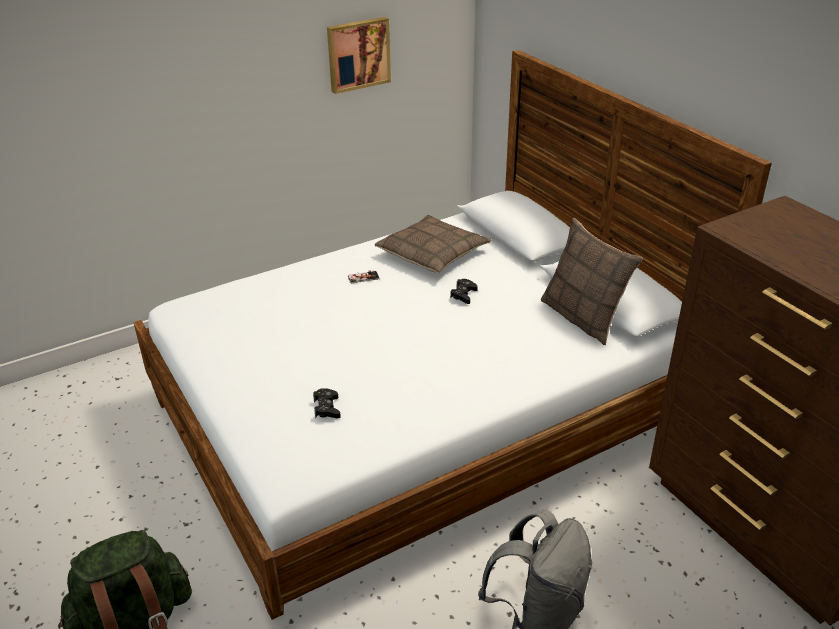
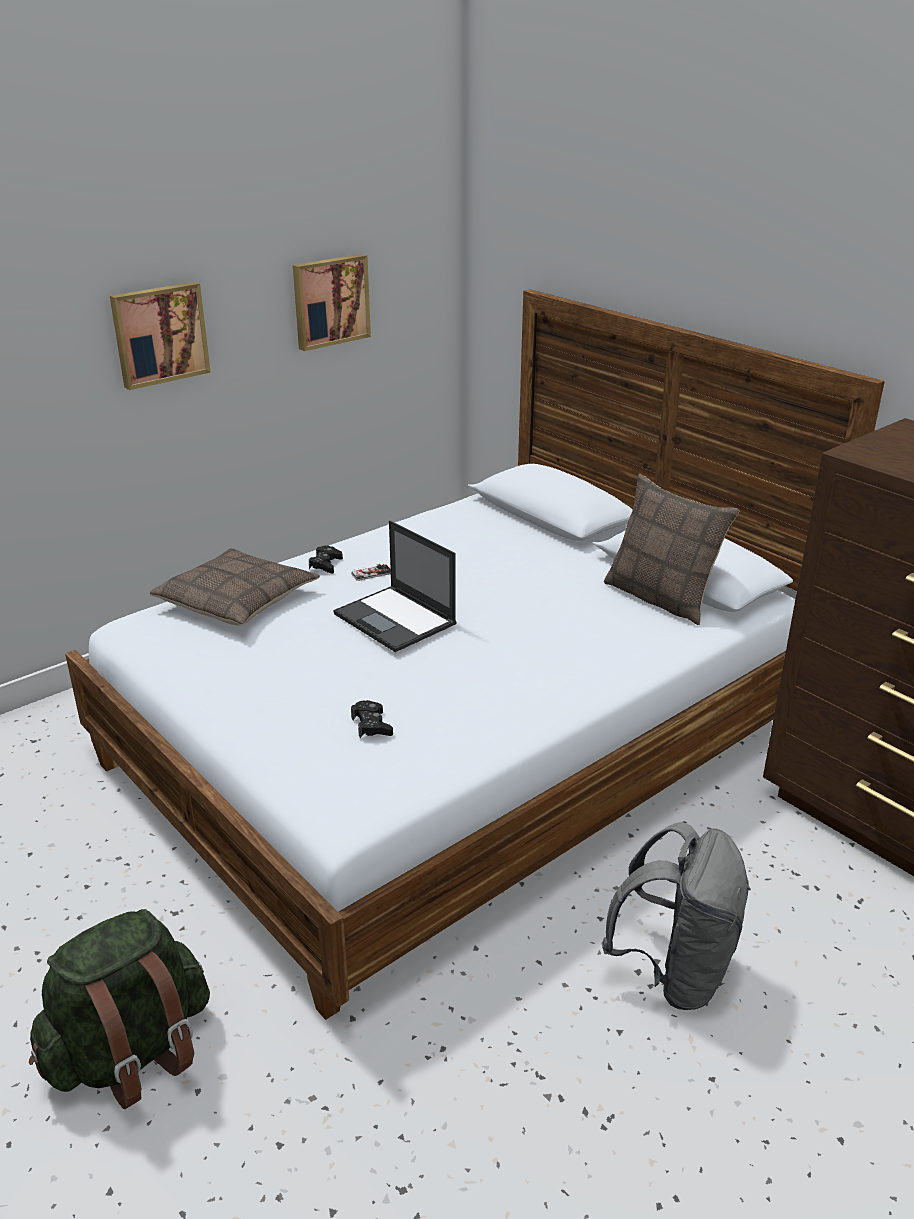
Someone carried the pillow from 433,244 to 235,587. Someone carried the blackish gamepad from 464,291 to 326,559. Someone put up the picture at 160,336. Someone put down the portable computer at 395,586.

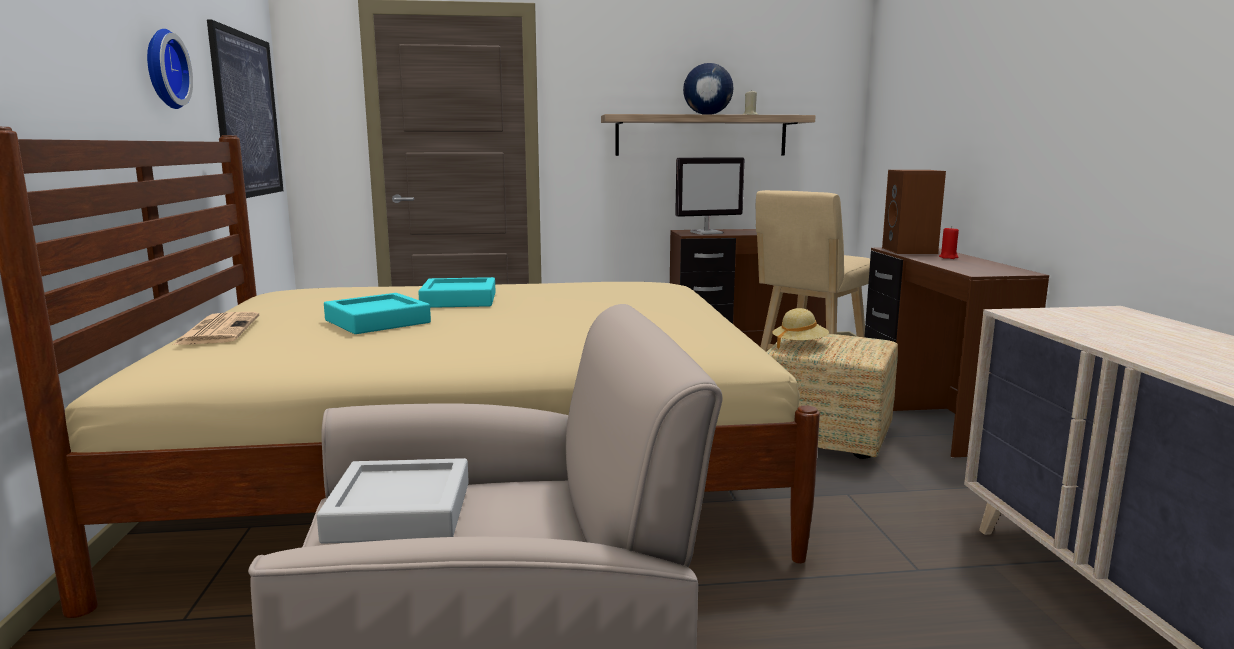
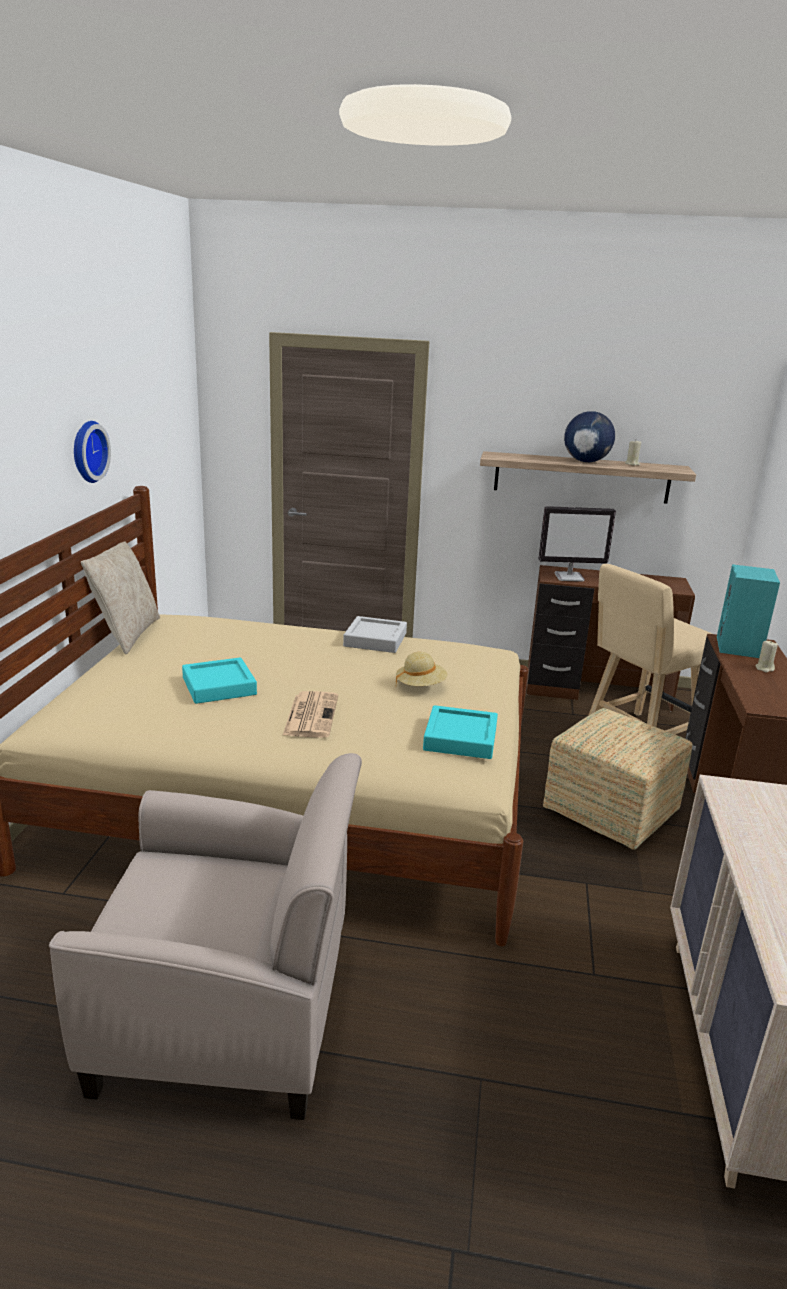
Someone carried the printed paper from 216,328 to 310,714. Someone took away the picture at 245,108. Someone carried the gray carrying tray from 393,501 to 375,634. Someone carried the turquoise carrying tray from 457,292 to 460,732. Someone carried the beige-coloured wearable hat from 800,328 to 421,669. Someone repainted the brown audio speaker at 914,212, which became the turquoise audio speaker at 748,611. Someone repainted the reddish wax light at 949,242, which became the beige-coloured wax light at 766,656. Someone put down the beige-coloured pillow at 120,598.

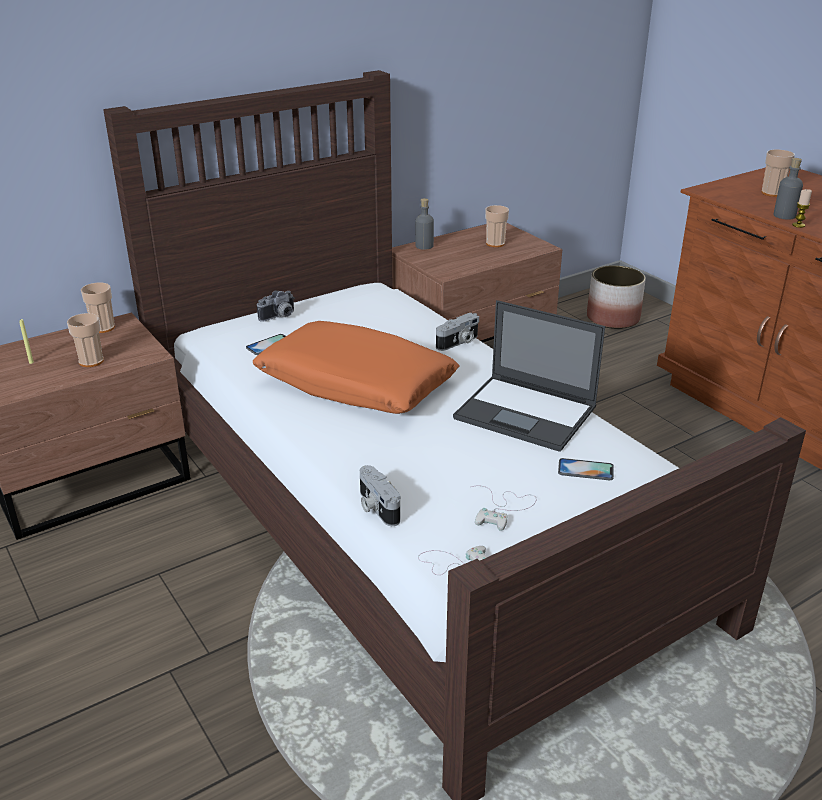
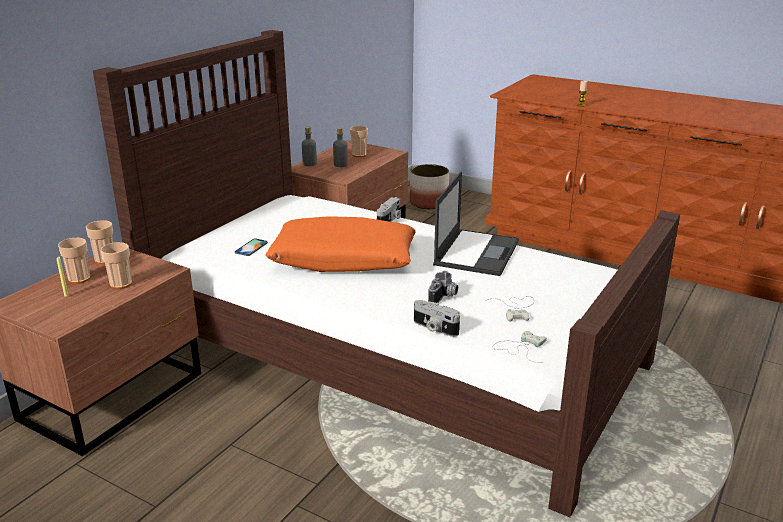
Someone carried the photo camera from 276,306 to 443,287. Someone rotated the portable computer at 529,376 by 75 degrees counterclockwise. Someone took away the handset at 586,469. Someone carried the cup from 778,173 to 74,261. Someone carried the gray drink bottle from 788,189 to 340,147.

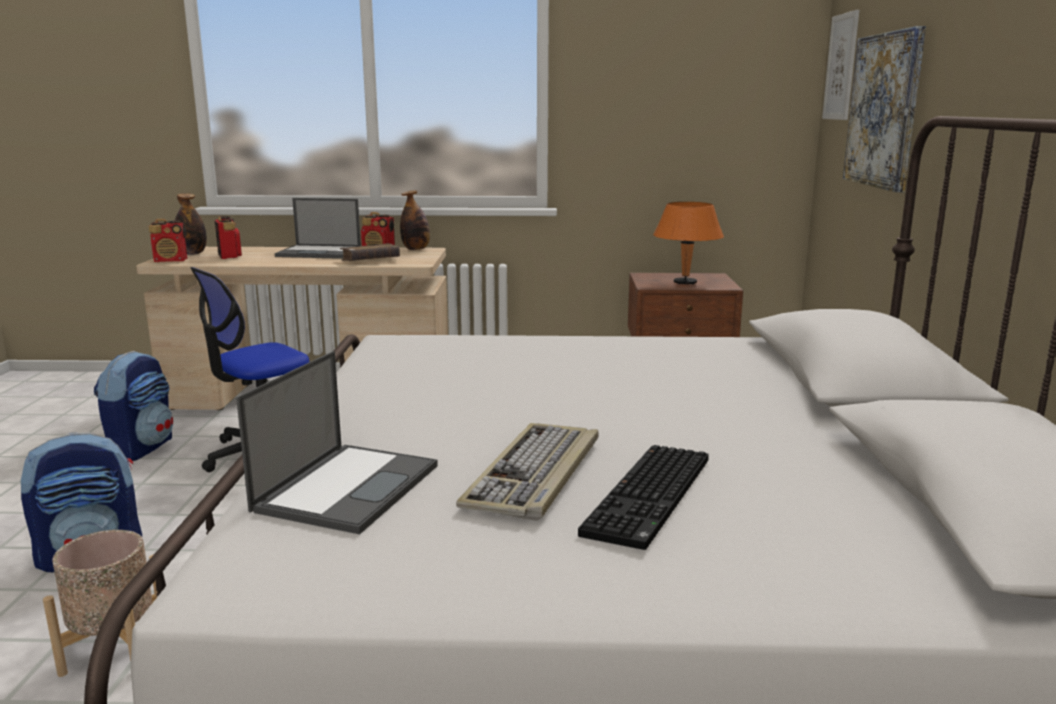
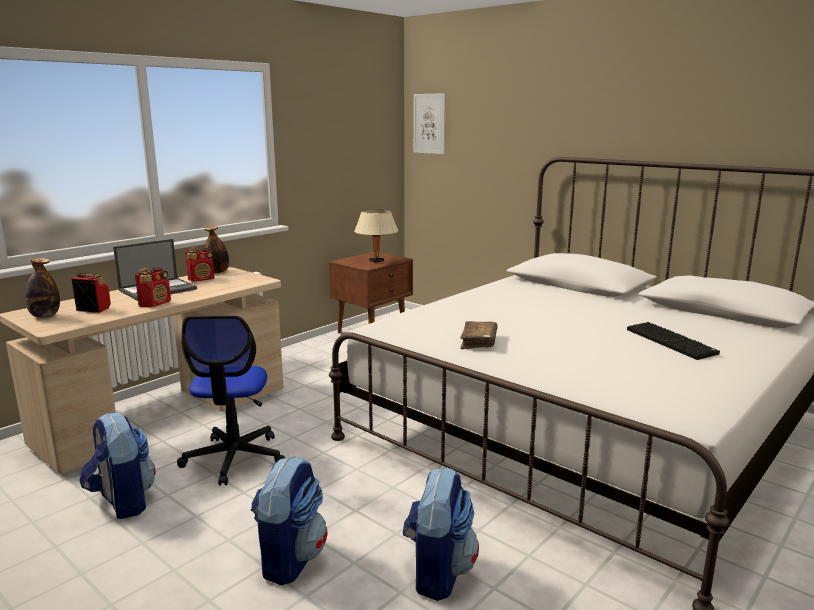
Someone swapped the beige-coloured flower pot at 100,603 for the knapsack at 441,534. Someone carried the radio receiver from 168,240 to 153,287. Someone took away the portable computer at 337,442. Someone carried the brown book from 370,252 to 479,335. Someone took away the keyboard at 527,472. Someone repainted the orange tabletop lamp at 688,243, which became the beige-coloured tabletop lamp at 376,235. Someone took away the picture at 884,109.

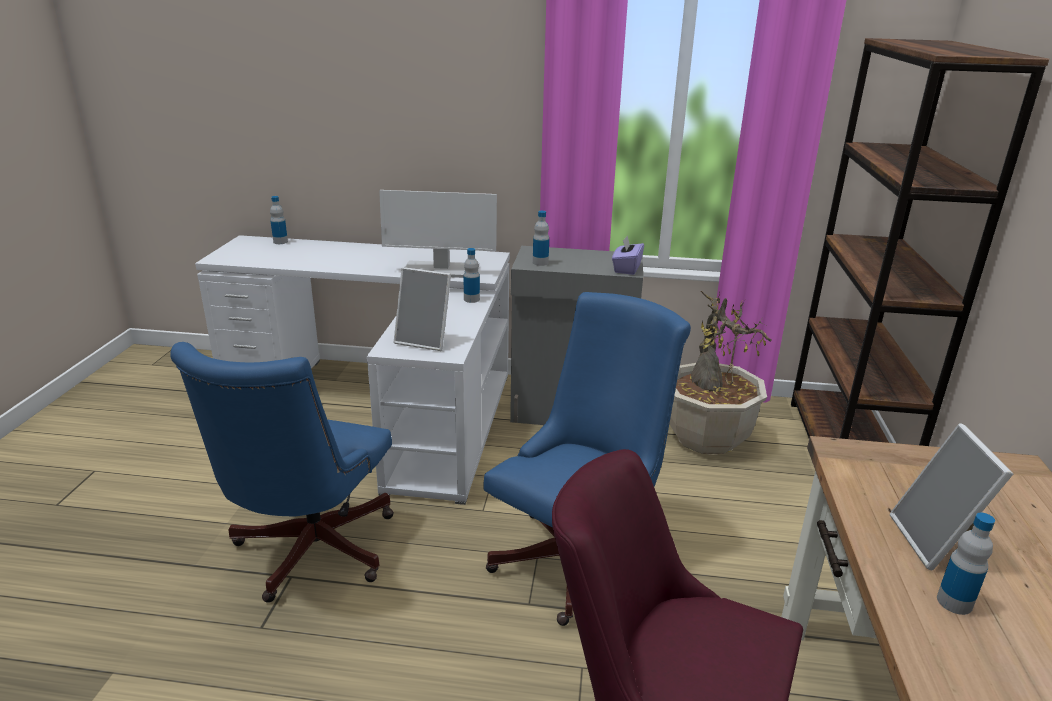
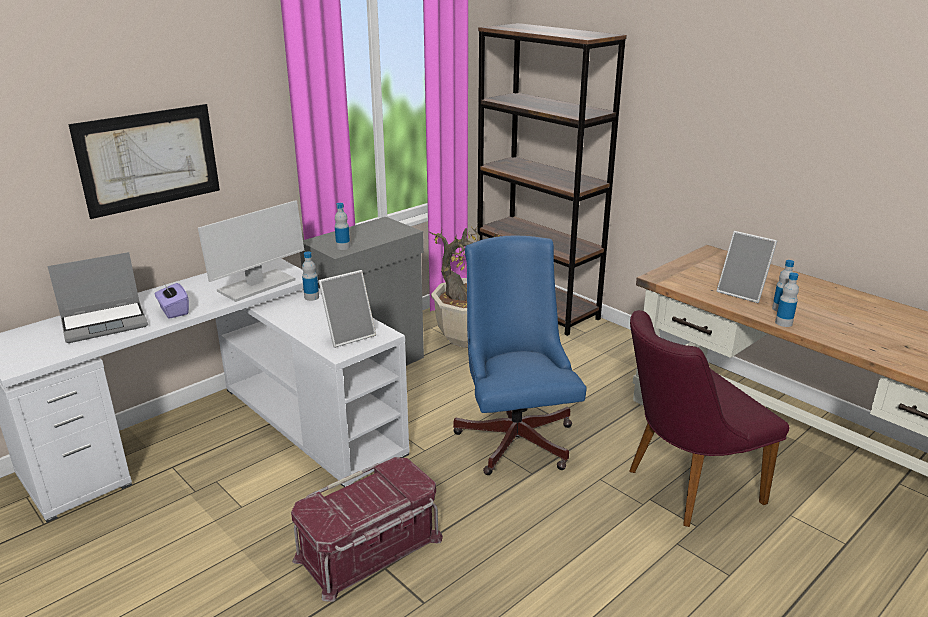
Someone swapped the bluish desk chair at 282,472 for the reddish storage bin at 367,529. Someone carried the drink bottle from 279,220 to 787,299. Someone carried the purple tissue box from 628,255 to 171,301. Someone put down the portable computer at 97,297. Someone put up the picture at 144,161.

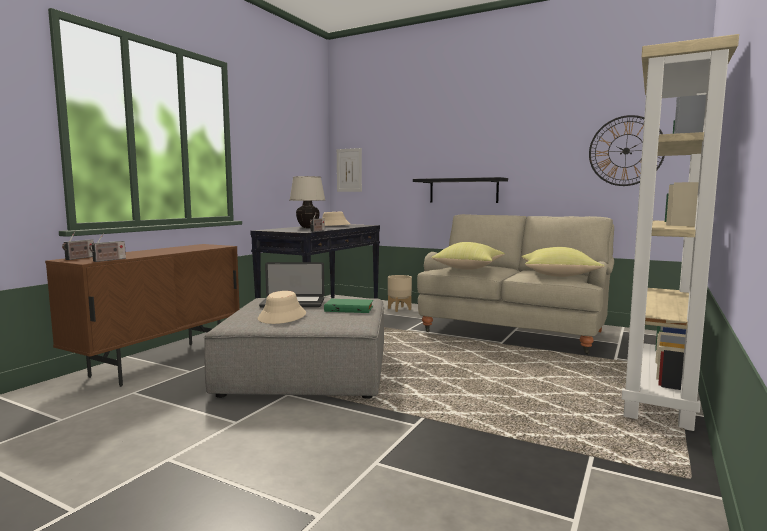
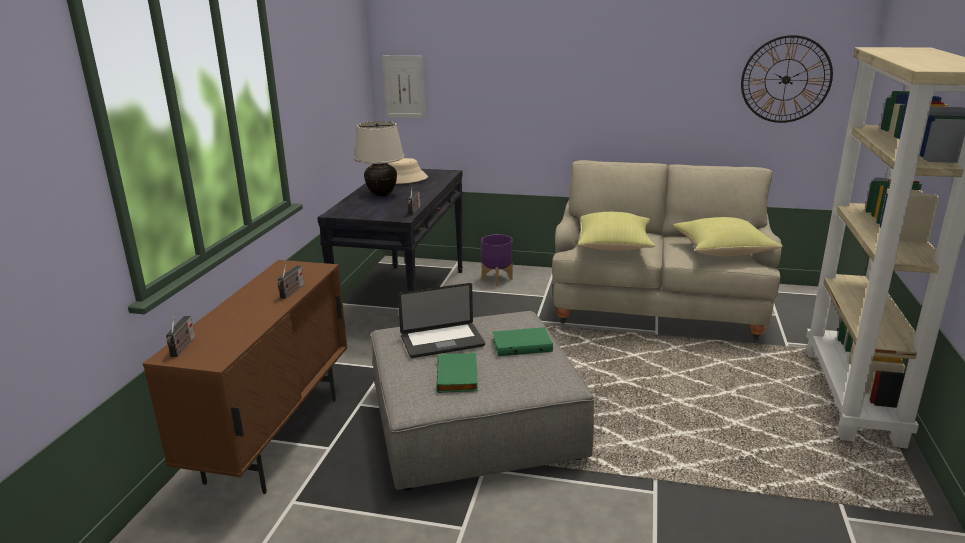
Someone carried the radio receiver from 107,247 to 291,281. Someone swapped the beige-coloured wearable hat at 282,307 for the greenish book at 457,373. Someone repainted the beige-coloured flower pot at 400,293, which became the purple flower pot at 497,260. Someone took away the blackish shelf at 460,190.

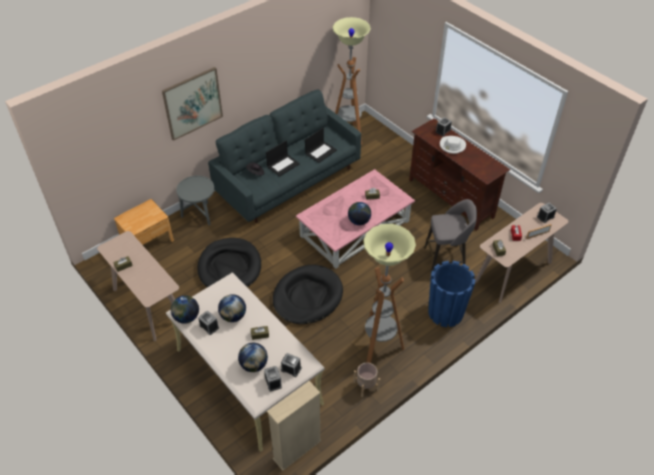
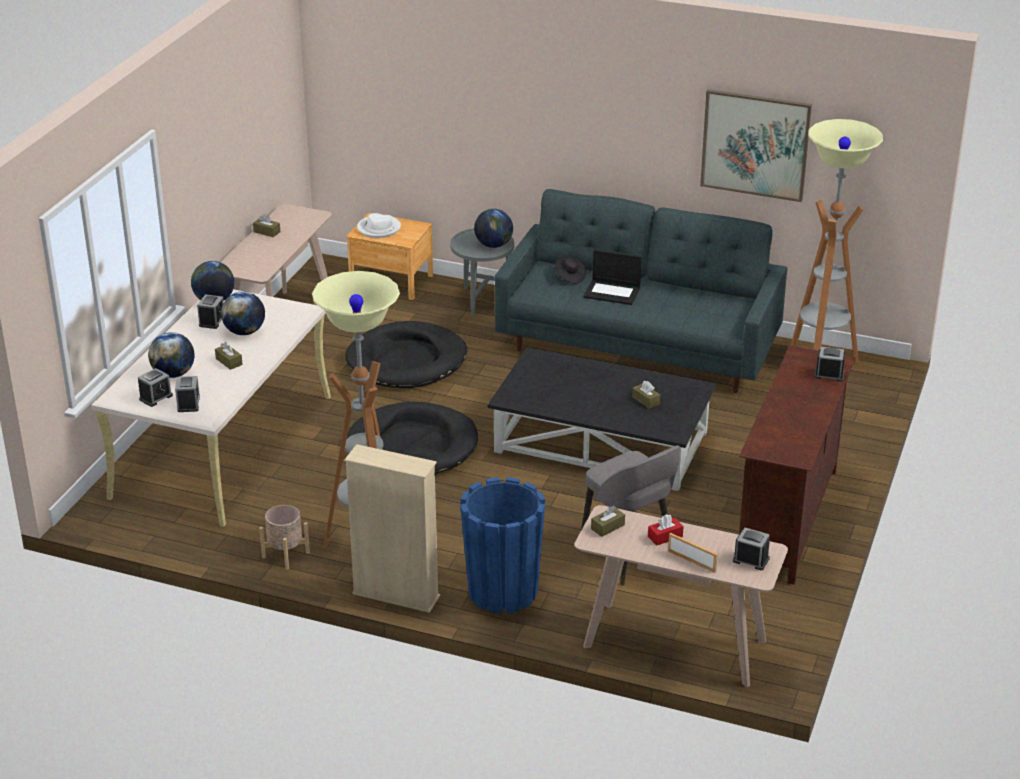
Someone carried the picture from 192,104 to 756,145. Someone carried the beige-coloured bookcase from 294,426 to 392,528. Someone repainted the pink lounge table at 355,219, which became the blackish lounge table at 602,419. Someone took away the portable computer at 321,145. Someone carried the desk globe from 359,213 to 493,228. Someone carried the white-coloured wearable hat from 453,145 to 379,225.

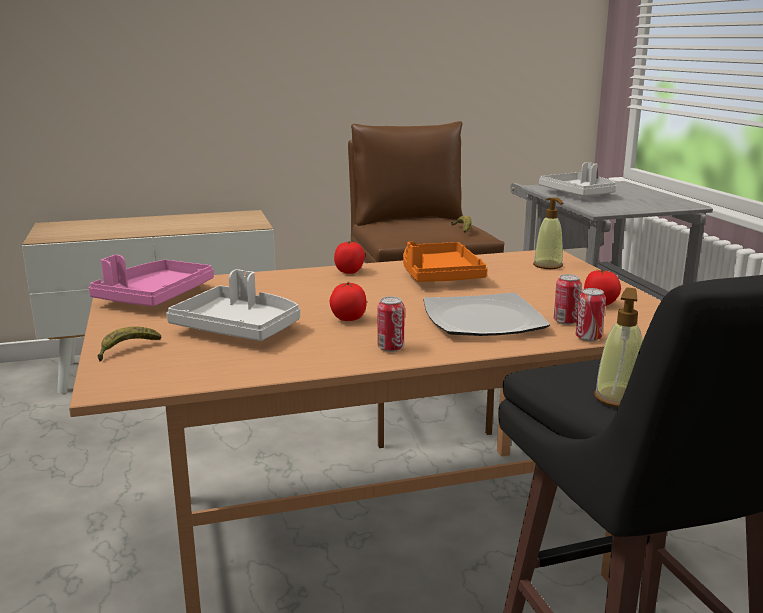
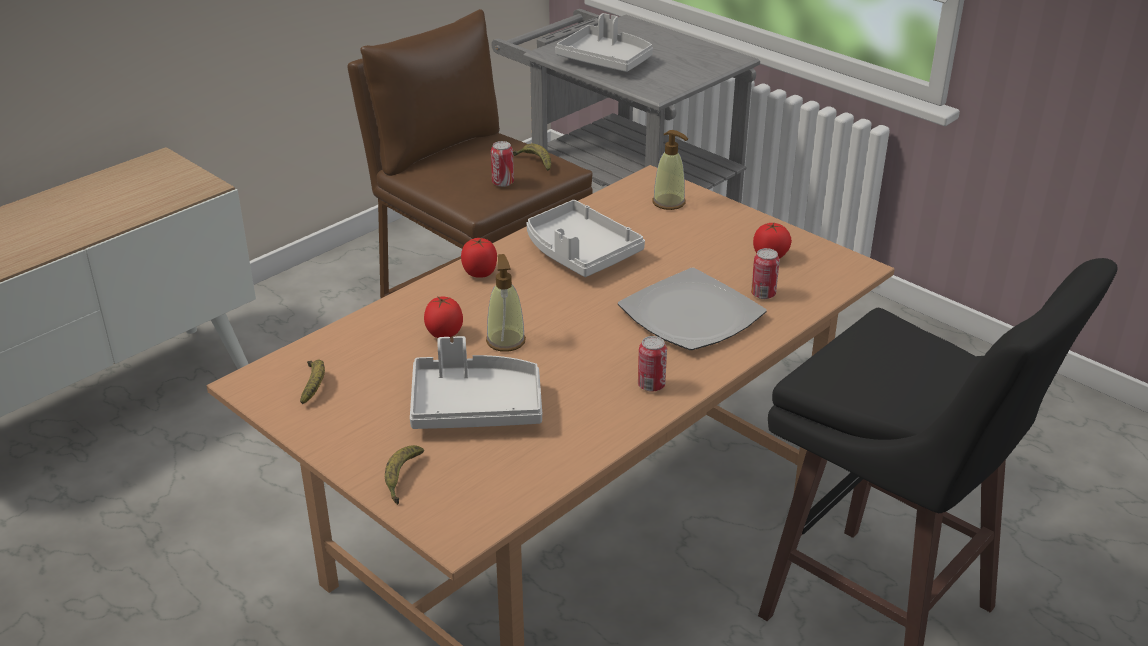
Someone swapped the pink carrying tray at 151,280 for the whole banana at 312,381. Someone carried the fresh tomato from 348,301 to 443,317. Someone repainted the orange carrying tray at 445,262, which became the gray carrying tray at 586,238. Someone carried the metal can from 591,314 to 502,164. Someone carried the liquid soap bottle from 618,347 to 506,303.

